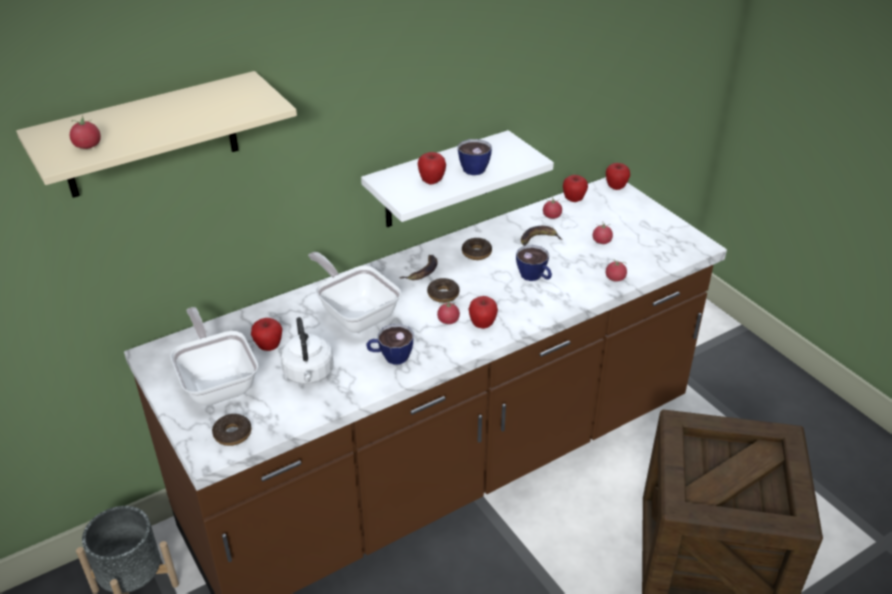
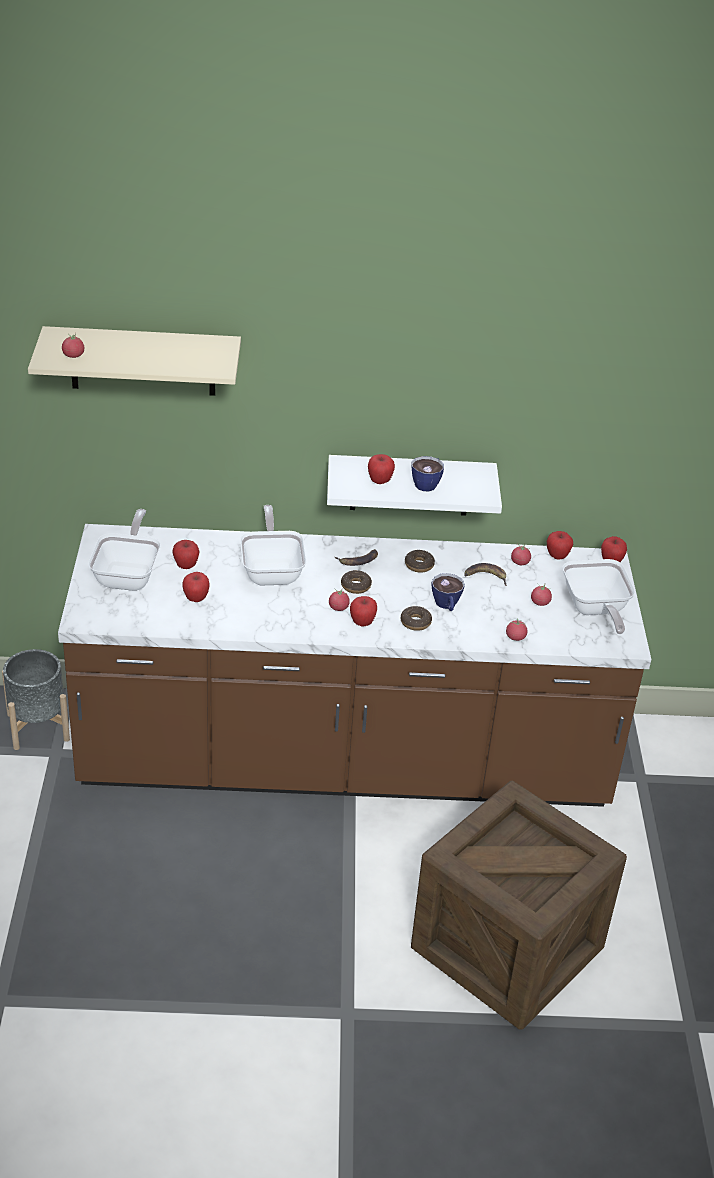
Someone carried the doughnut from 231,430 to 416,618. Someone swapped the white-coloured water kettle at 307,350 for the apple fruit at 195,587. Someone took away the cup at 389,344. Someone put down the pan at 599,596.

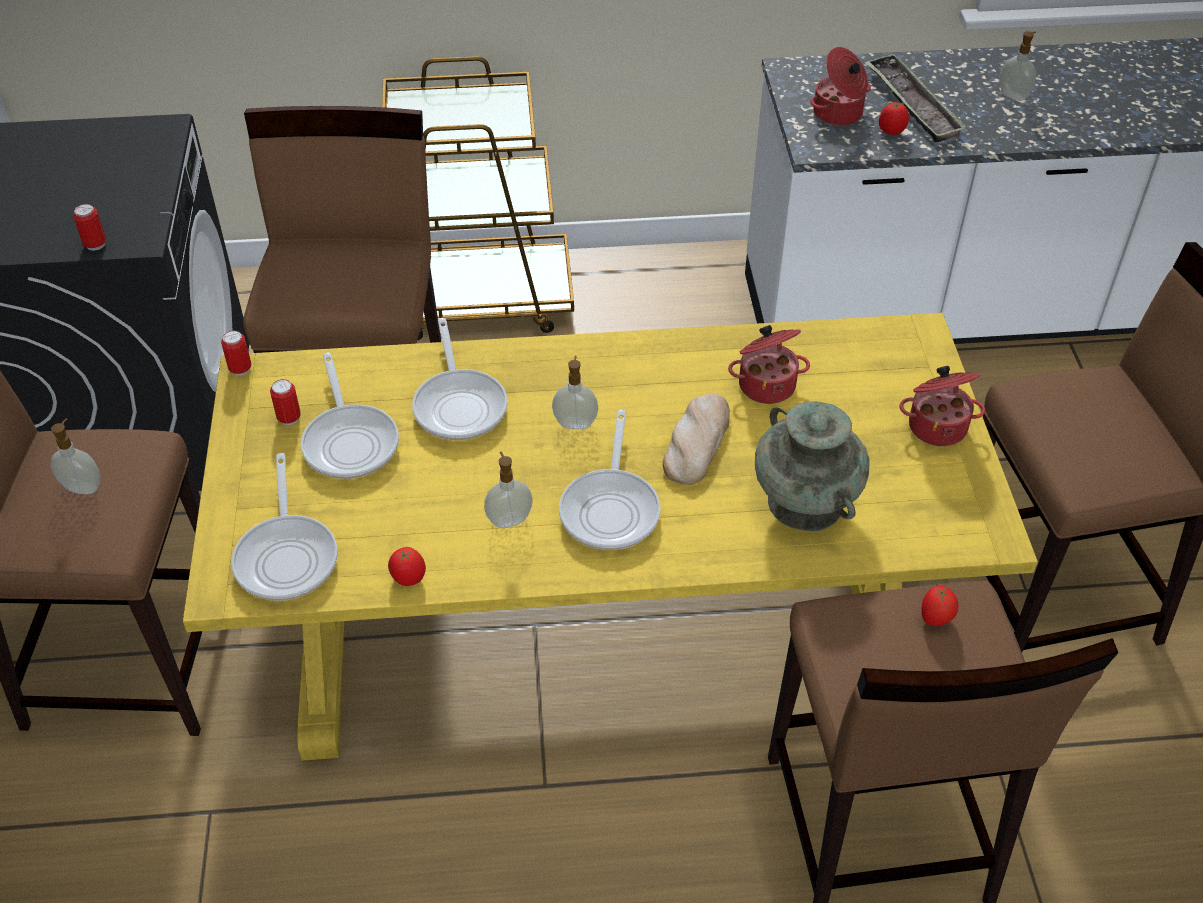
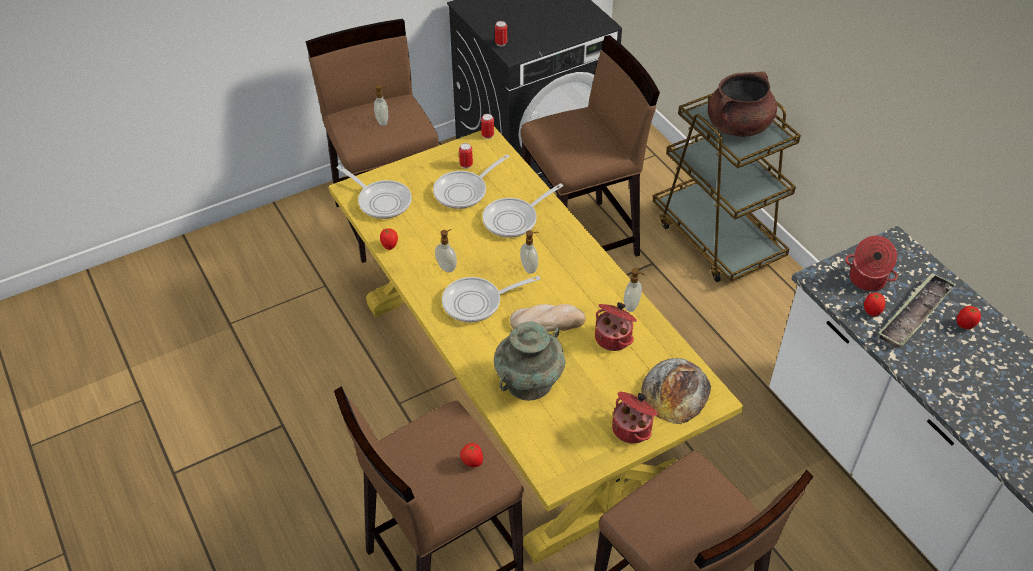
Someone rotated the pan at 284,527 by 105 degrees counterclockwise. Someone carried the liquid soap bottle from 1017,66 to 634,290. Someone put down the bread at 676,391. Someone put down the brown cooking pot at 742,104. Someone put down the fresh tomato at 969,317.

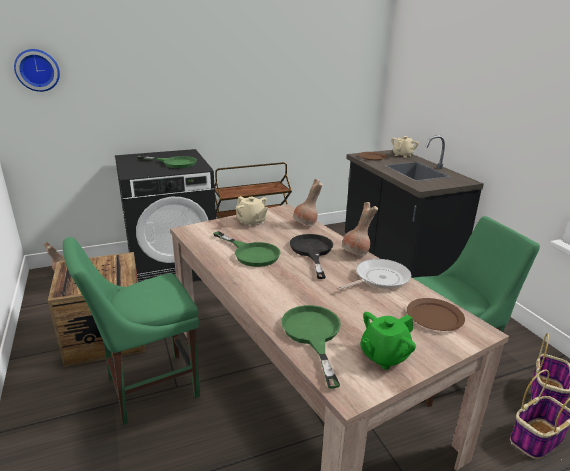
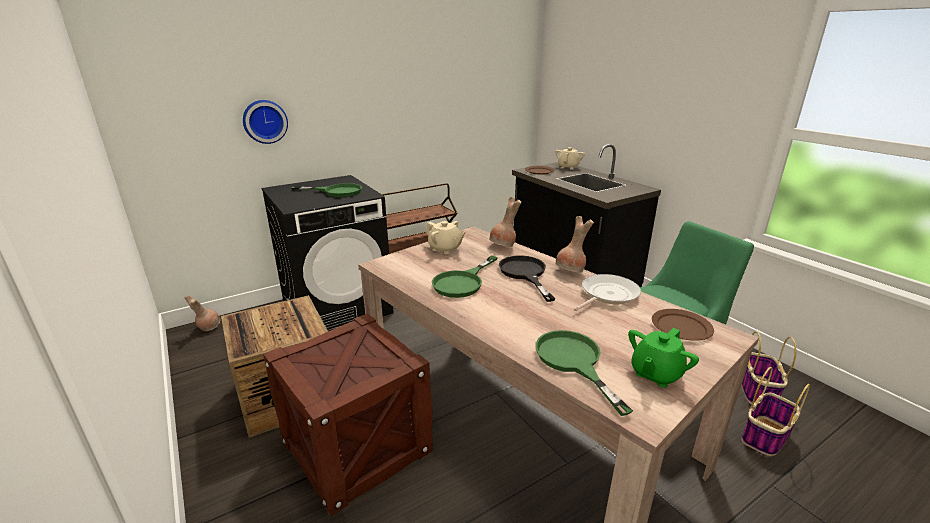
Someone carried the clock on the wall from 37,70 to 265,122. Someone swapped the greenish chair at 131,331 for the crate at 348,414. Someone rotated the greenish pan at 246,249 by 90 degrees clockwise.

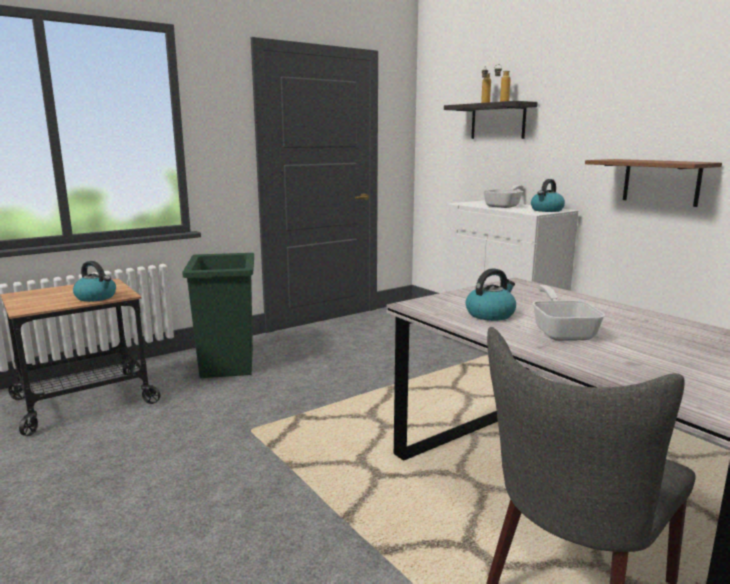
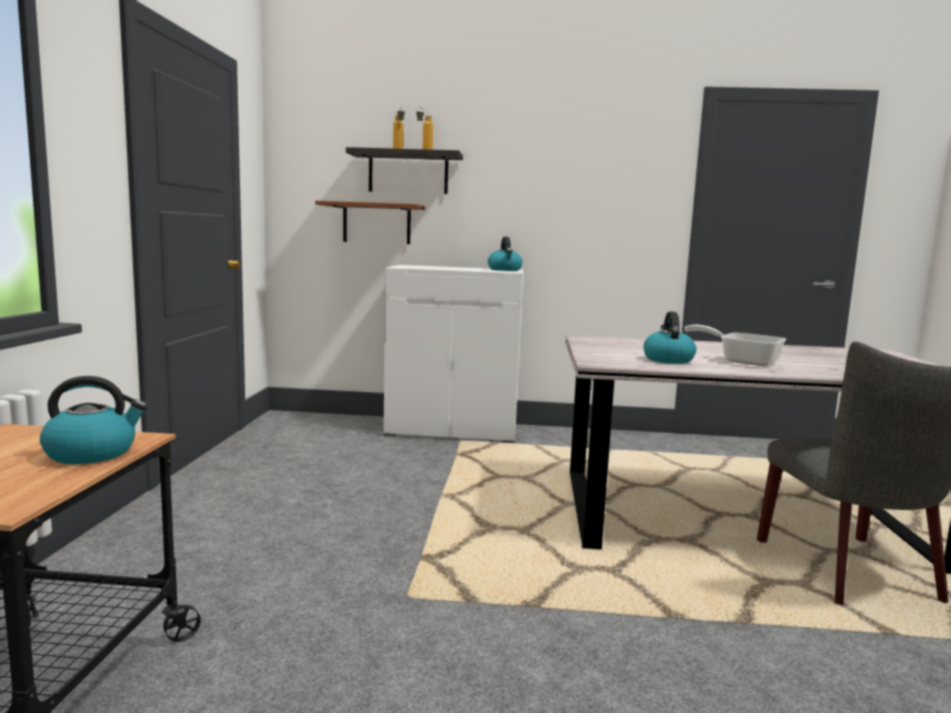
Someone took away the greenish waste bin at 218,315. Someone took away the pan at 503,196. Someone carried the brown shelf from 653,183 to 370,222.

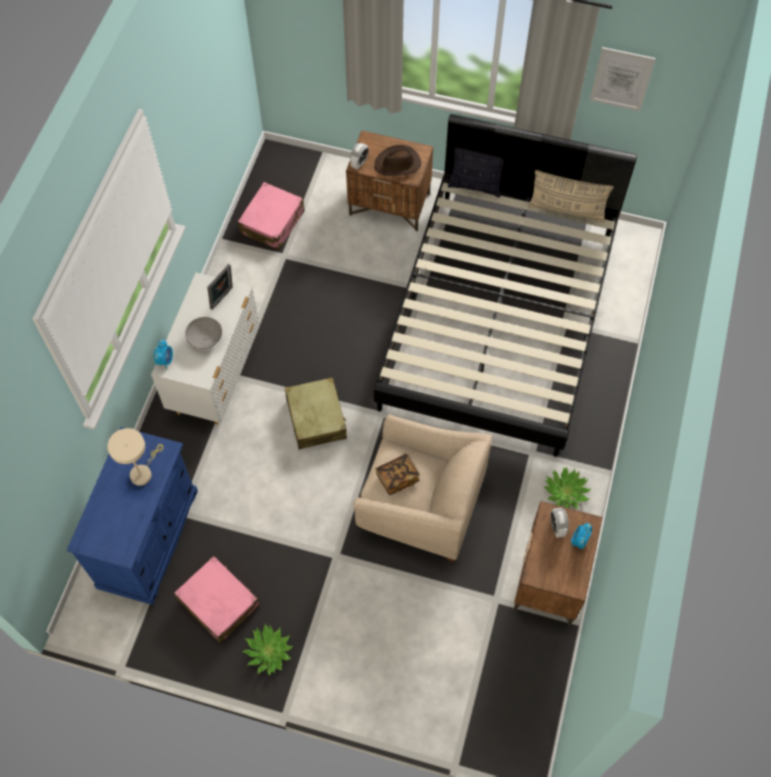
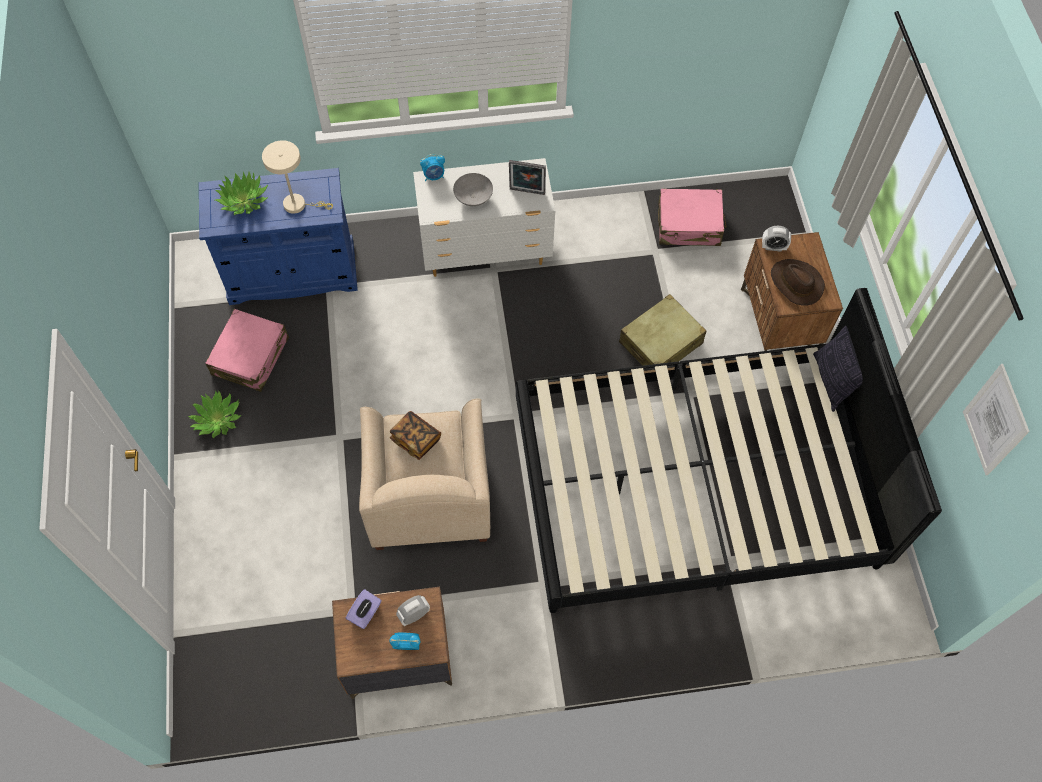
Someone carried the beige-coloured suitcase from 316,413 to 663,330. Someone took away the beige-coloured pillow at 570,196. Someone carried the houseplant from 568,488 to 241,193. Someone put down the purple tissue box at 363,609.

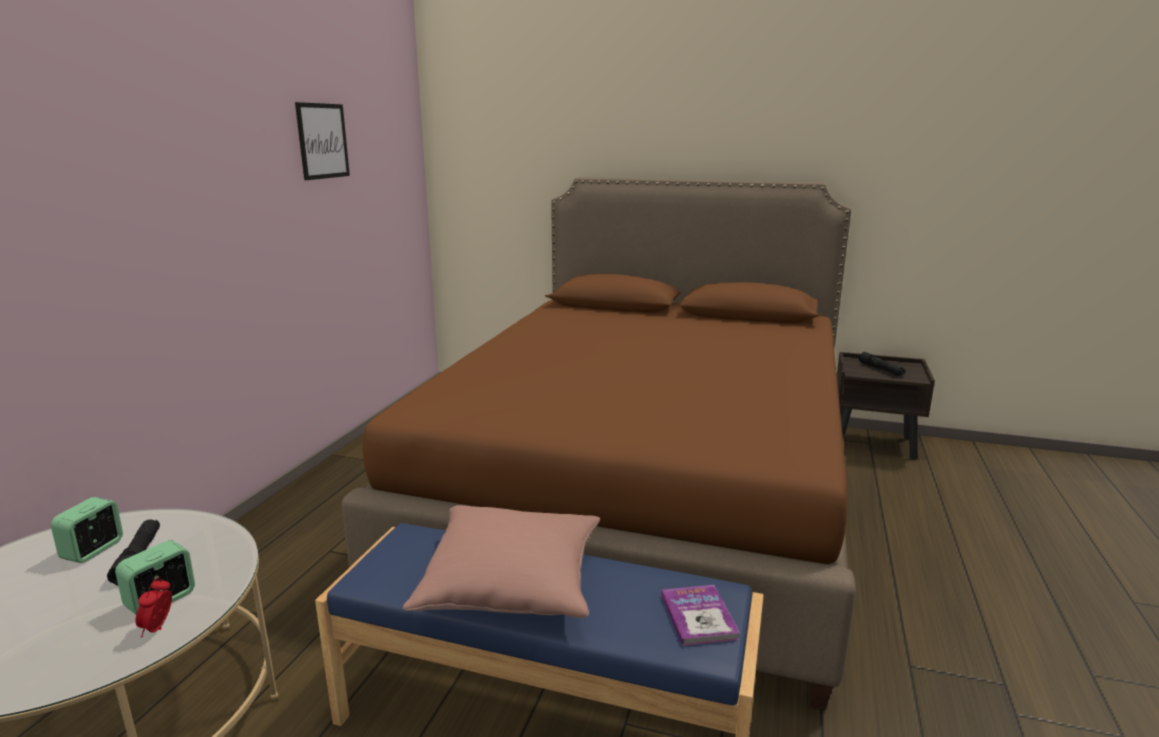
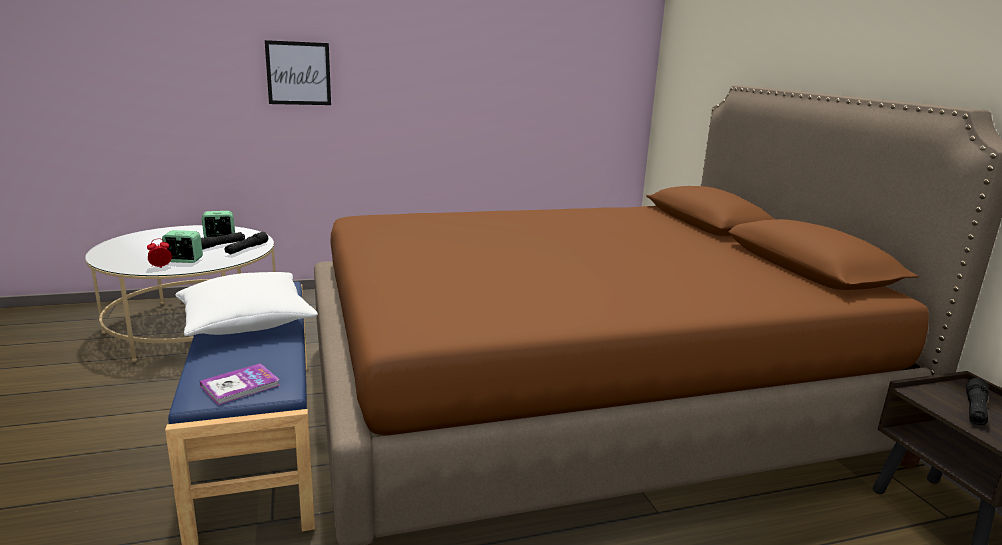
Someone carried the picture from 322,141 to 298,72. Someone repainted the pink pillow at 501,561, which became the white-coloured pillow at 246,304. Someone put down the blackish torch at 246,243.

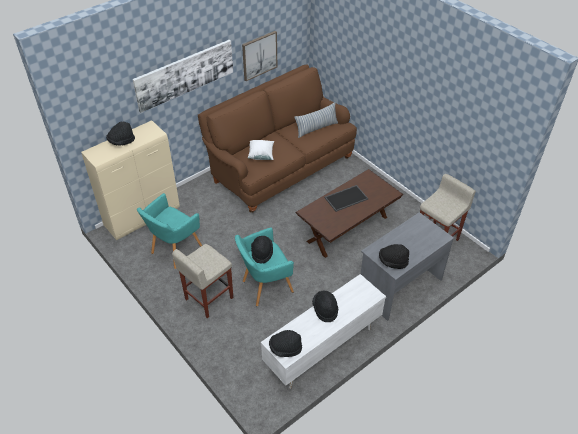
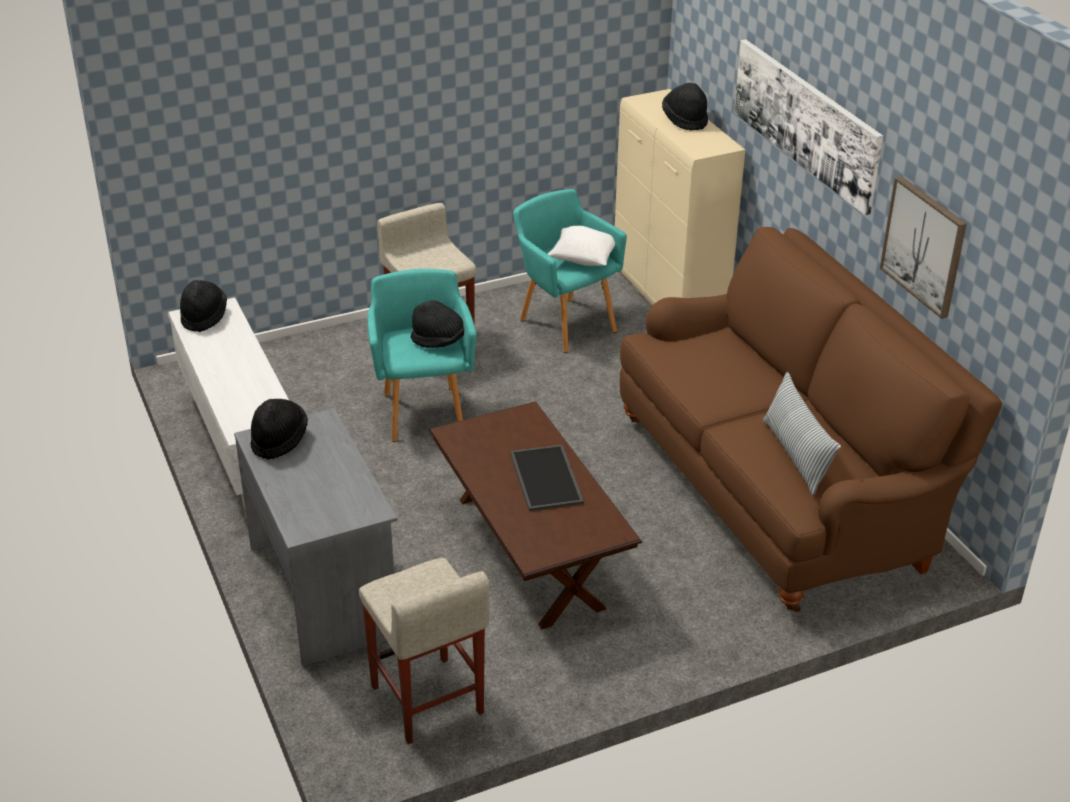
Someone carried the white-coloured pillow from 261,150 to 581,246. Someone took away the blackish wearable hat at 325,306.

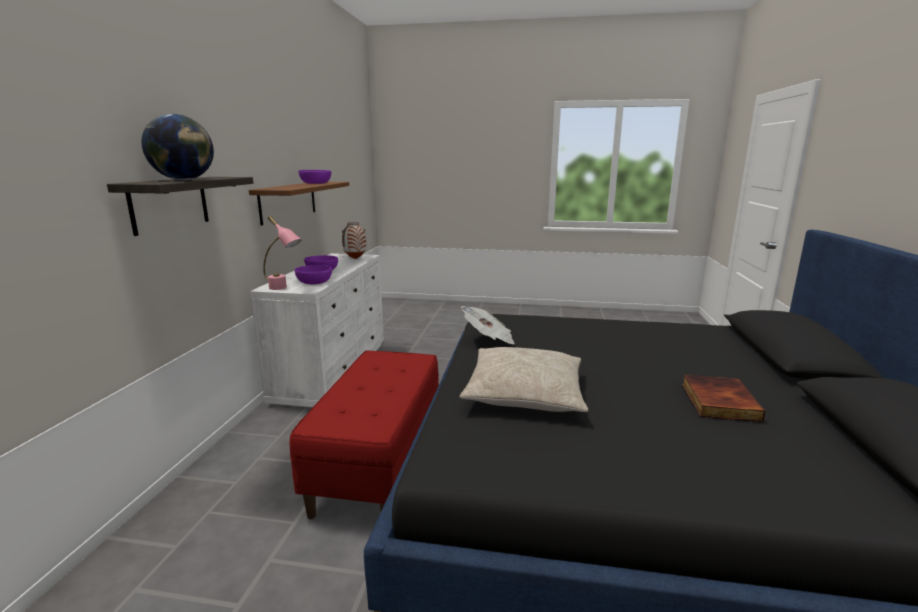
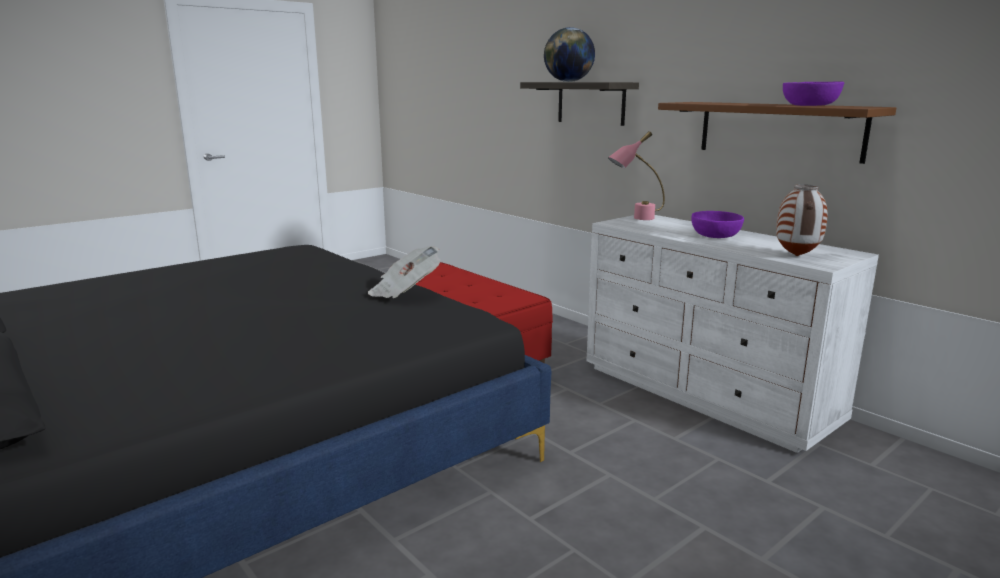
Someone took away the purple deep dish at 313,274. Someone took away the beige-coloured pillow at 524,379. Someone took away the book at 724,398.

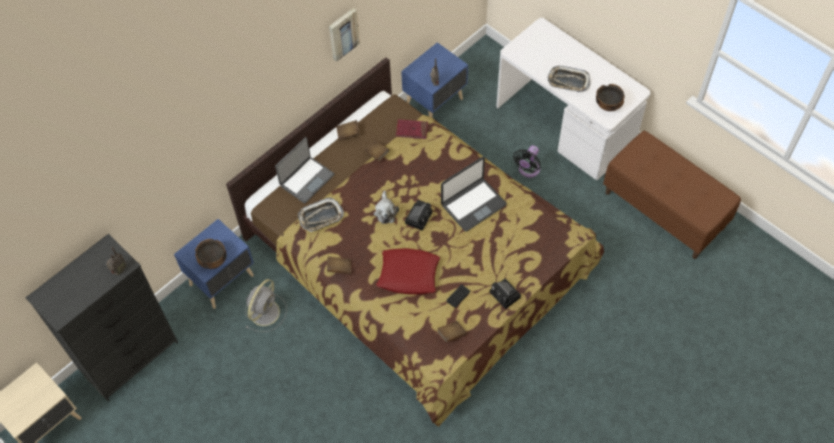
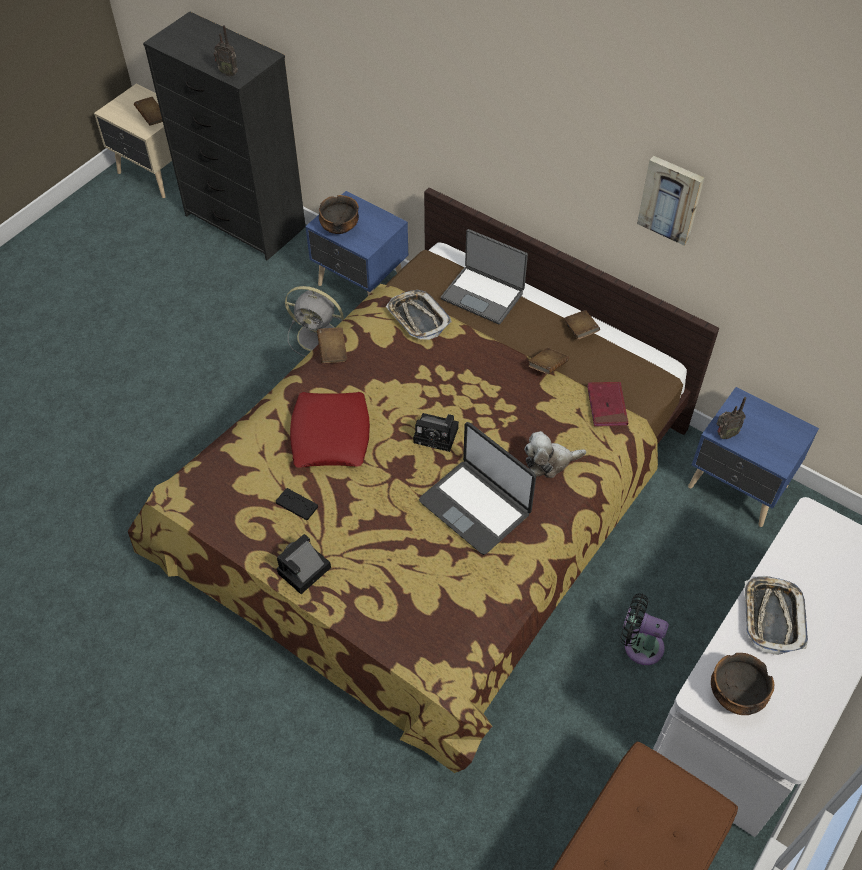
Someone carried the plush toy from 386,207 to 555,454. Someone carried the brown book from 452,332 to 148,111.

